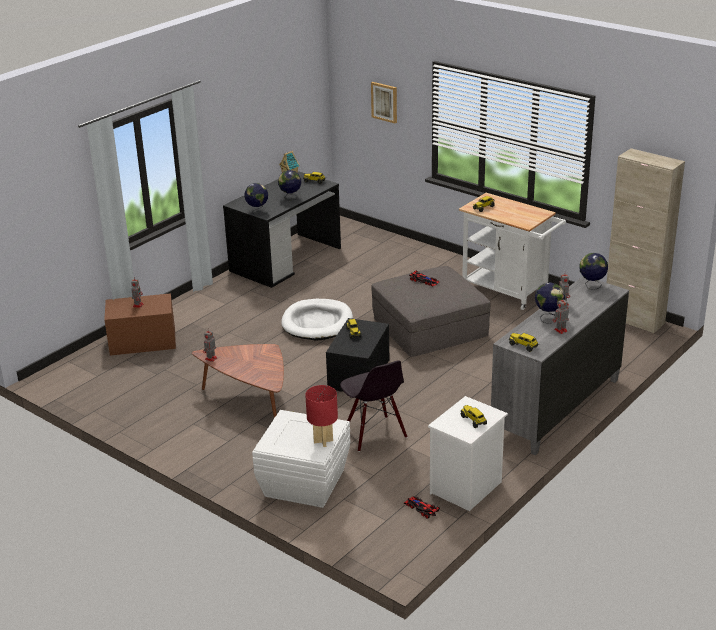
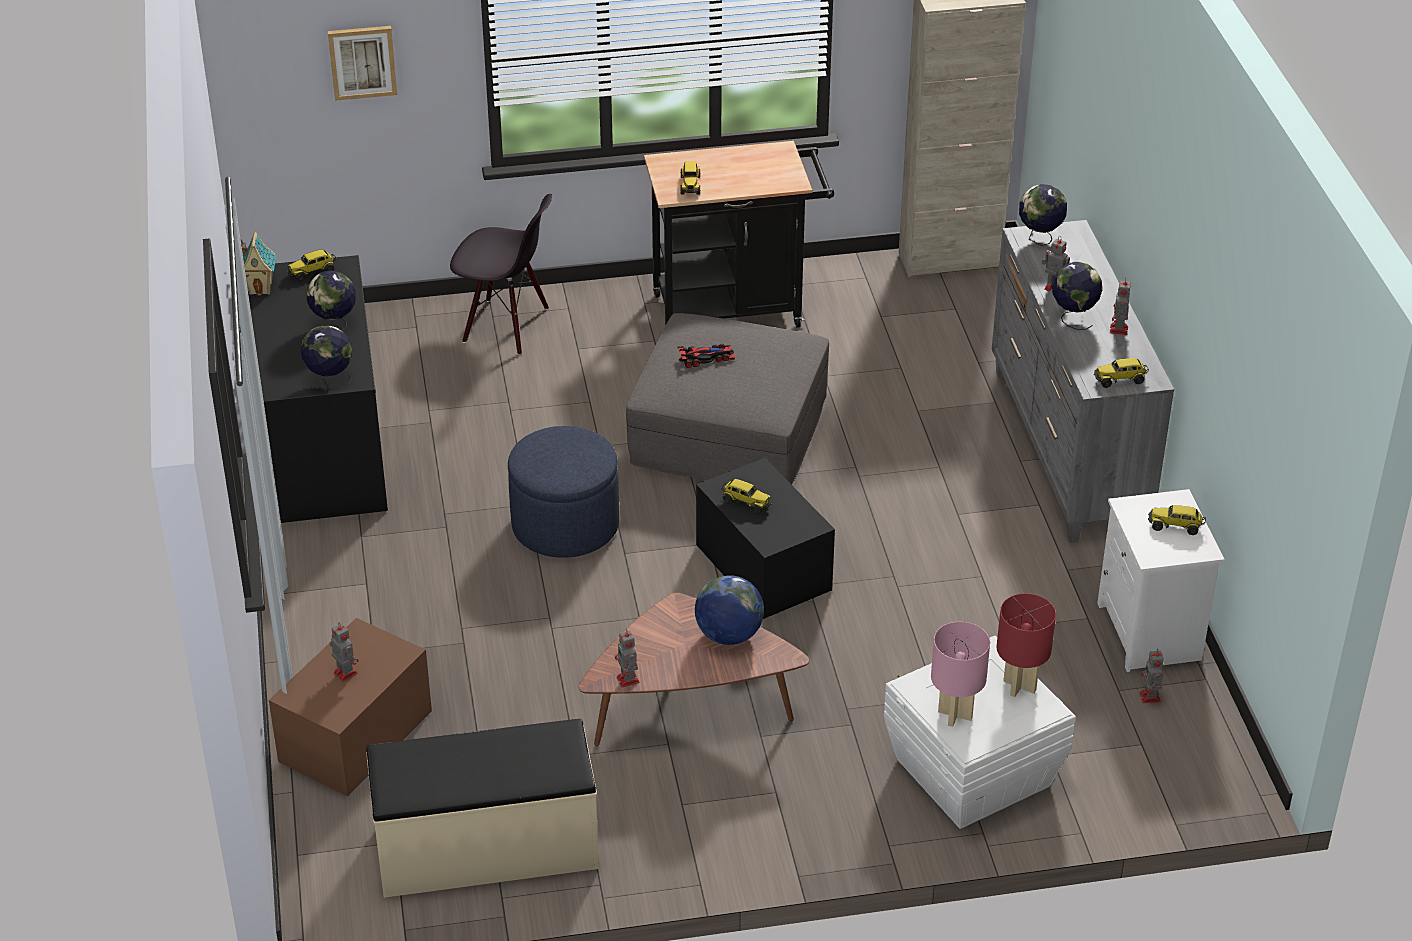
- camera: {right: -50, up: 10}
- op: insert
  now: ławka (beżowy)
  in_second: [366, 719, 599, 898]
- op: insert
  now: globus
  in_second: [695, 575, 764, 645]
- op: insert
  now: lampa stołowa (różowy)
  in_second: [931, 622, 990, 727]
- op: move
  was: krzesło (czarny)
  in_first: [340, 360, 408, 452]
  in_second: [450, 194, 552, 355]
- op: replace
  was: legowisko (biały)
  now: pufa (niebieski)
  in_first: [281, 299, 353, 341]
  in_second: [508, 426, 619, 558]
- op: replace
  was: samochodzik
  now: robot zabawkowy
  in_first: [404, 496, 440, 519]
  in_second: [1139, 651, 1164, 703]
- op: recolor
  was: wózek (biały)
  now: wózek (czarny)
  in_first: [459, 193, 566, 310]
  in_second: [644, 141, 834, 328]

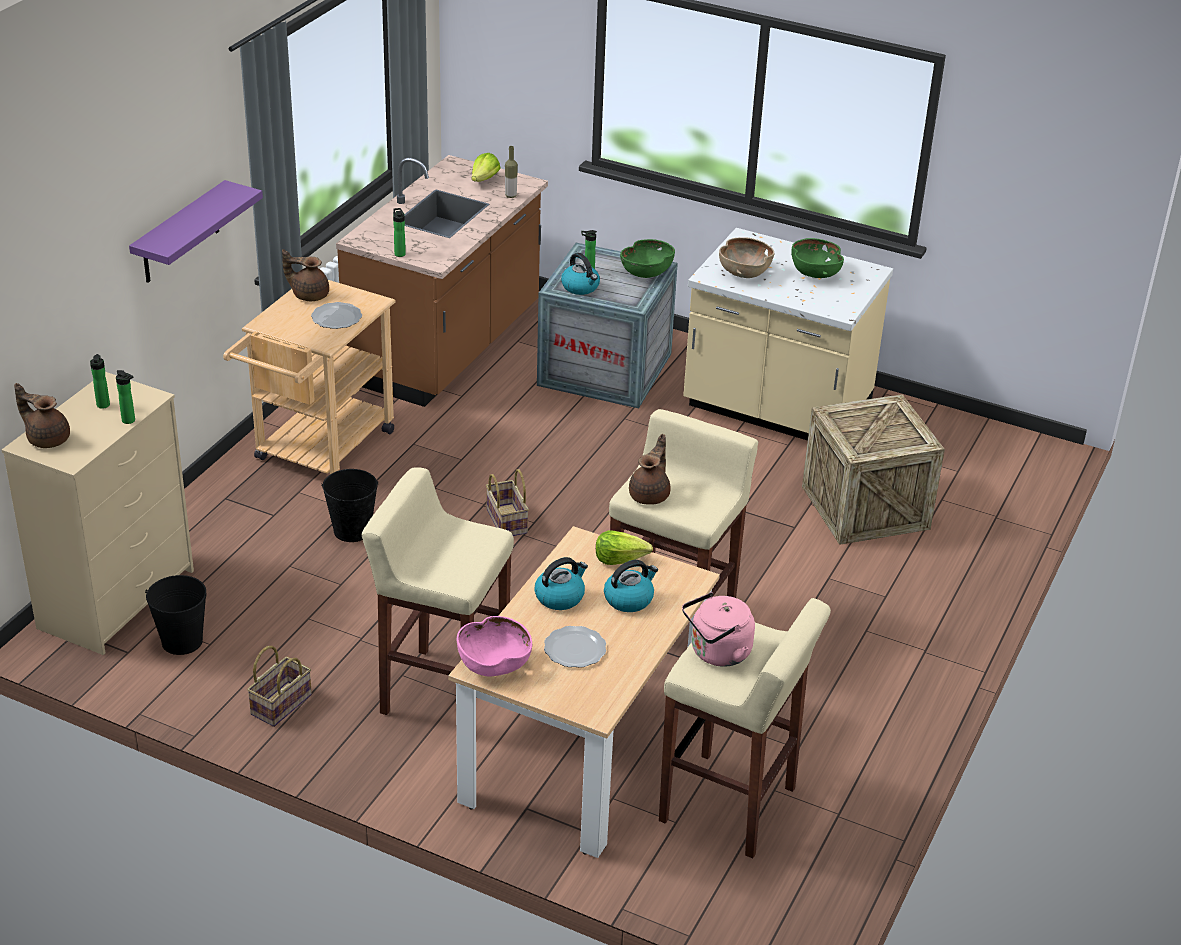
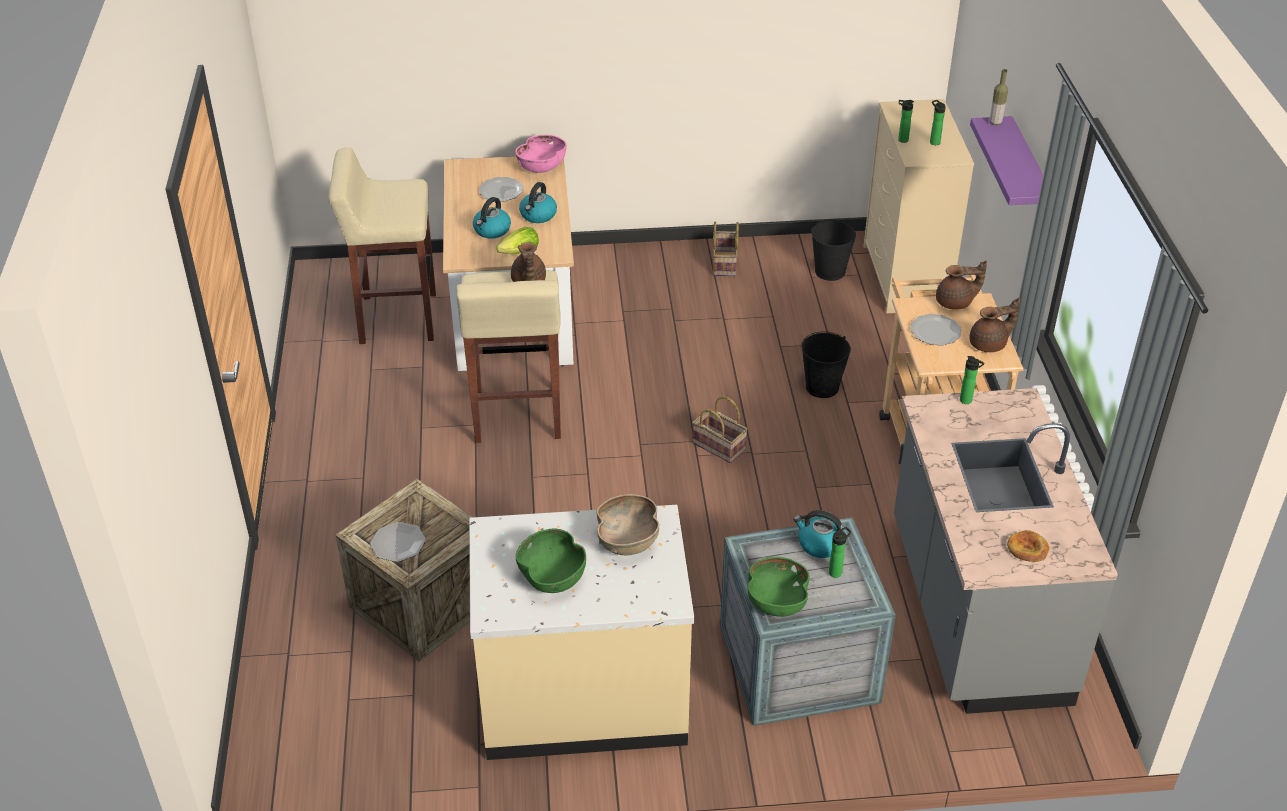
- camera: {right: 150, up: 5}
- op: delete
  was: stołek (beżowy)
  in_first: [362, 468, 514, 715]
- op: delete
  was: czajnik (różowy)
  in_first: [682, 592, 755, 667]
- op: insert
  now: talerz
  in_second: [370, 522, 426, 562]
- op: move
  was: imbryk (brązowy)
  in_first: [14, 383, 70, 448]
  in_second: [936, 261, 987, 310]
- op: move
  was: butelka
  in_first: [505, 146, 518, 198]
  in_second: [990, 69, 1008, 125]
- op: replace
  was: sałata
  now: chleb
  in_first: [471, 153, 501, 182]
  in_second: [1007, 530, 1050, 562]
- op: recolor
  was: zabudowa kuchenna (brązowy)
  now: zabudowa kuchenna (szary)
  in_first: [336, 155, 548, 407]
  in_second: [894, 388, 1118, 714]

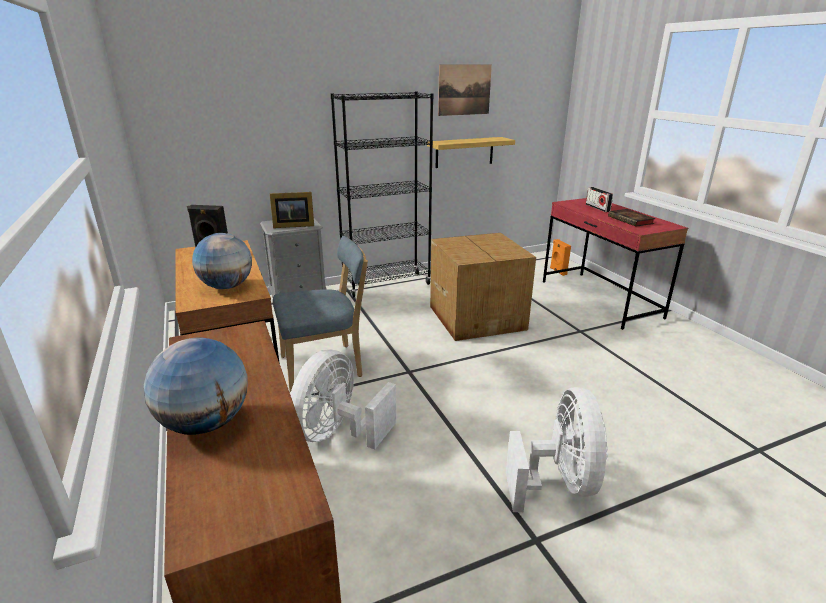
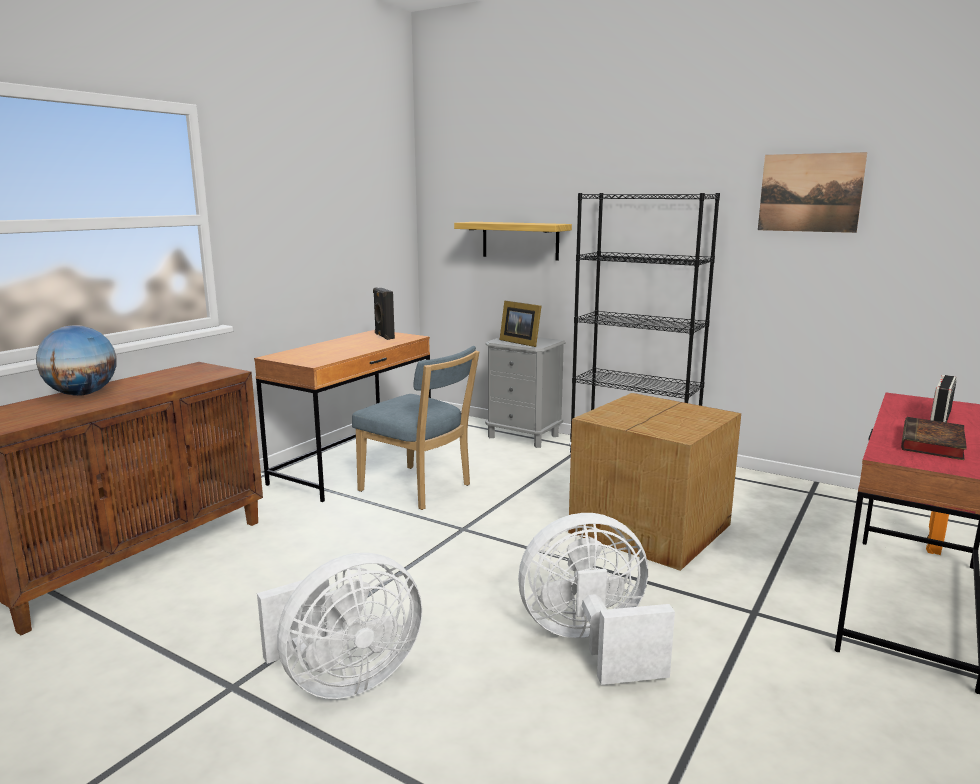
- camera: {right: 55, up: -10}
- op: delete
  was: globus
  in_first: [192, 233, 252, 289]
- op: move
  was: wentylator (biały)
  in_first: [290, 350, 397, 449]
  in_second: [518, 513, 675, 685]
- op: move
  was: półka
  in_first: [427, 137, 515, 168]
  in_second: [454, 222, 572, 261]

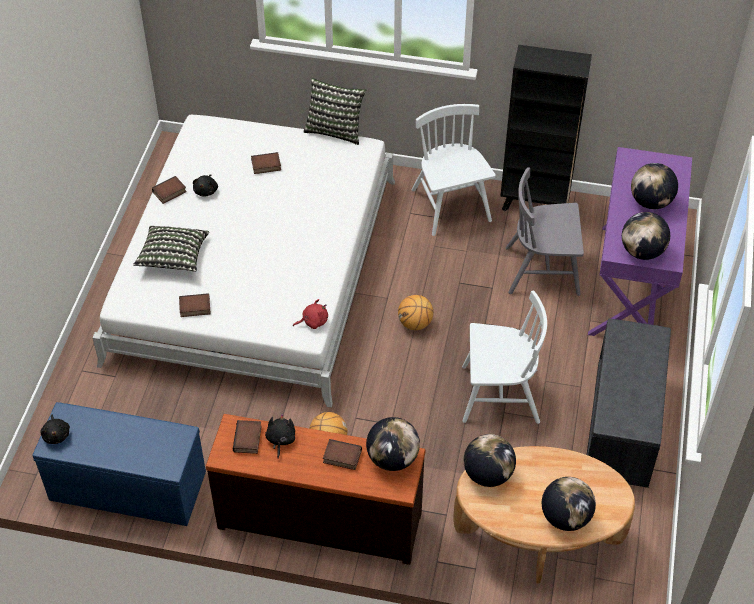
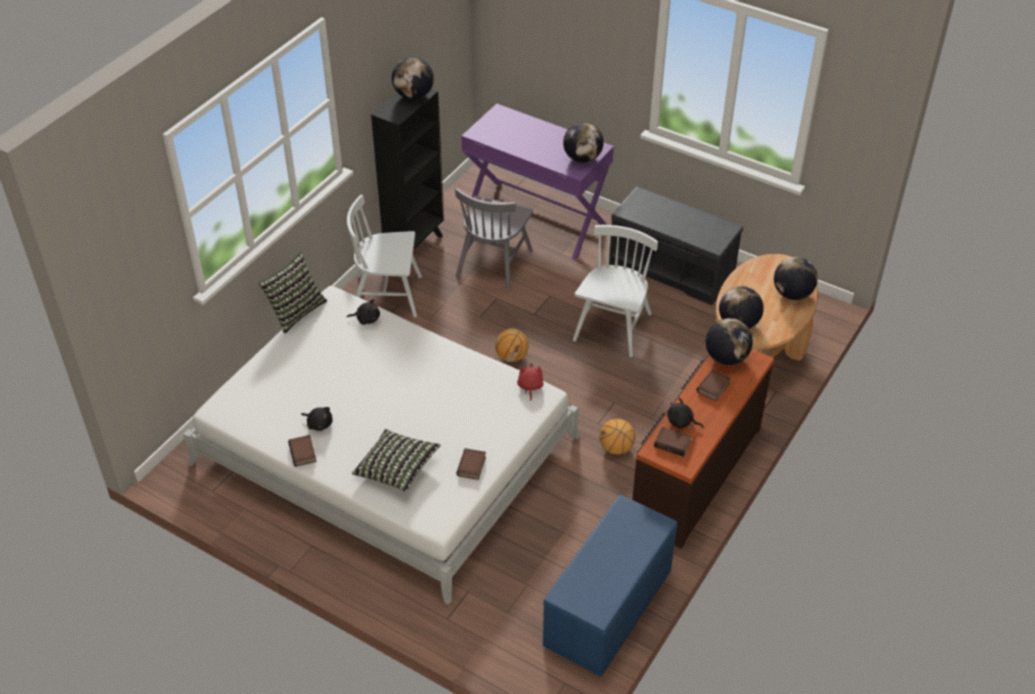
- camera: {right: -70, up: -5}
- op: delete
  was: książka
  in_first: [251, 152, 281, 174]
- op: move
  was: pluszak (czarny)
  in_first: [40, 415, 70, 444]
  in_second: [347, 299, 380, 325]
- op: move
  was: globus
  in_first: [631, 163, 678, 209]
  in_second: [392, 57, 434, 100]

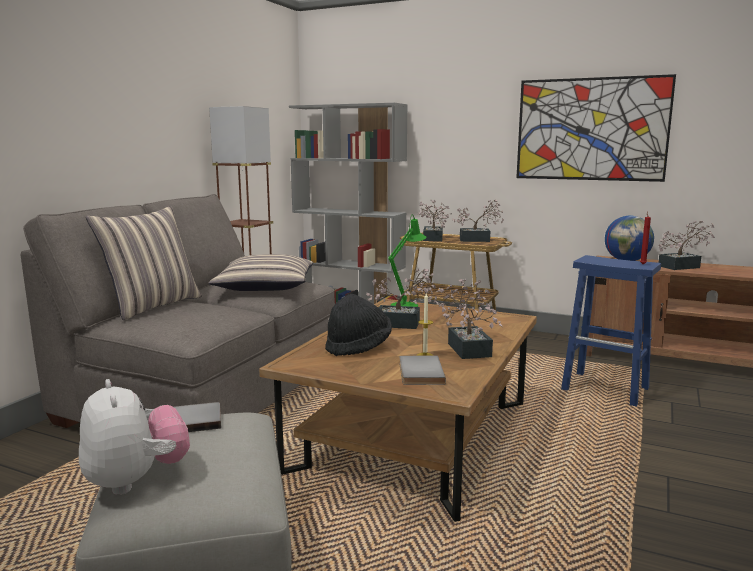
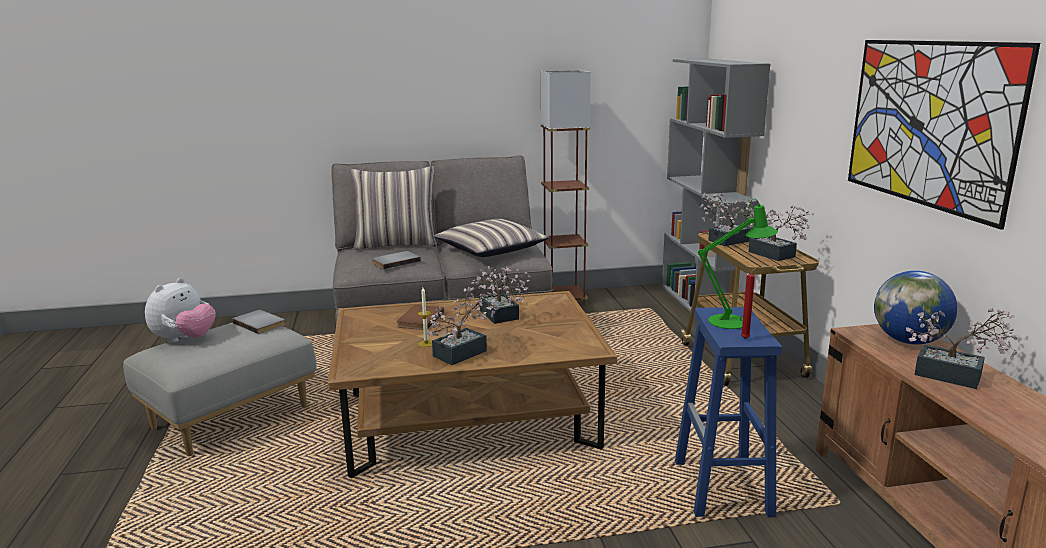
- camera: {right: 55, up: 5}
- op: move
  was: lampa stołowa (zielony)
  in_first: [388, 215, 427, 307]
  in_second: [698, 199, 778, 329]
- op: move
  was: książka (szary)
  in_first: [399, 355, 446, 385]
  in_second: [372, 251, 421, 269]
- op: replace
  was: kapelusz (czarny)
  now: książka (brązowy)
  in_first: [325, 294, 392, 356]
  in_second: [397, 305, 444, 330]

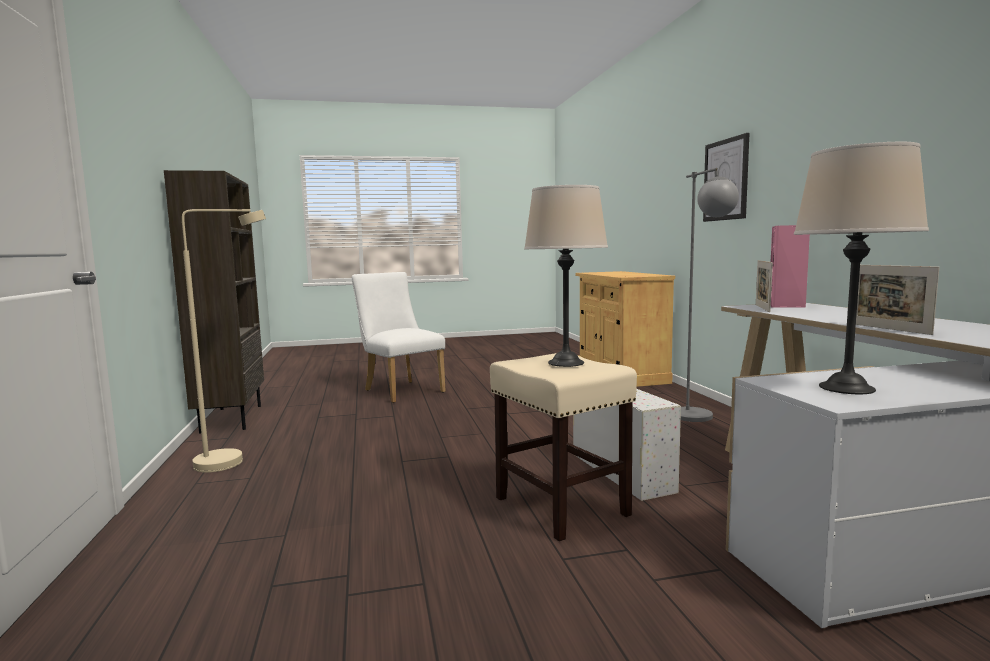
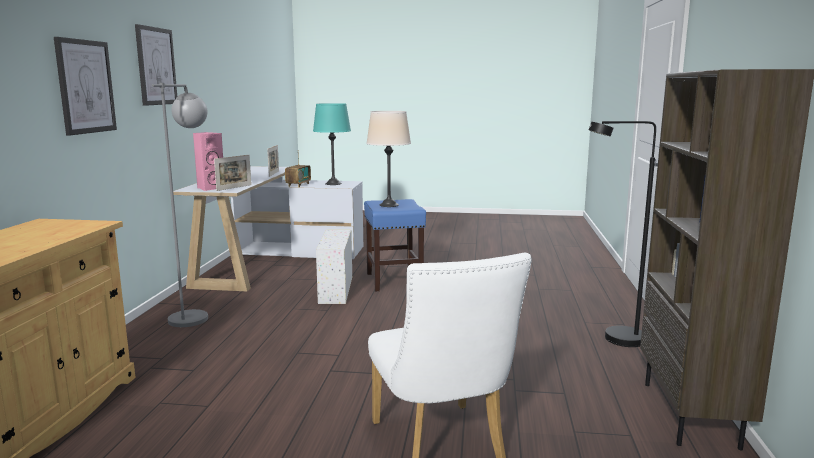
- camera: {right: -160, up: 5}
- op: insert
  now: obraz
  in_second: [135, 24, 177, 106]
- op: insert
  now: radio
  in_second: [285, 155, 311, 187]
- op: recolor
  was: lampa stojąca (beżowy)
  now: lampa stojąca (czarny)
  in_first: [182, 209, 266, 472]
  in_second: [589, 121, 656, 347]
- op: recolor
  was: stołek (beżowy)
  now: stołek (niebieski)
  in_first: [490, 353, 637, 541]
  in_second: [364, 199, 426, 291]
- op: recolor
  was: lampa stołowa (beżowy)
  now: lampa stołowa (turkusowy)
  in_first: [794, 142, 929, 394]
  in_second: [313, 103, 351, 185]

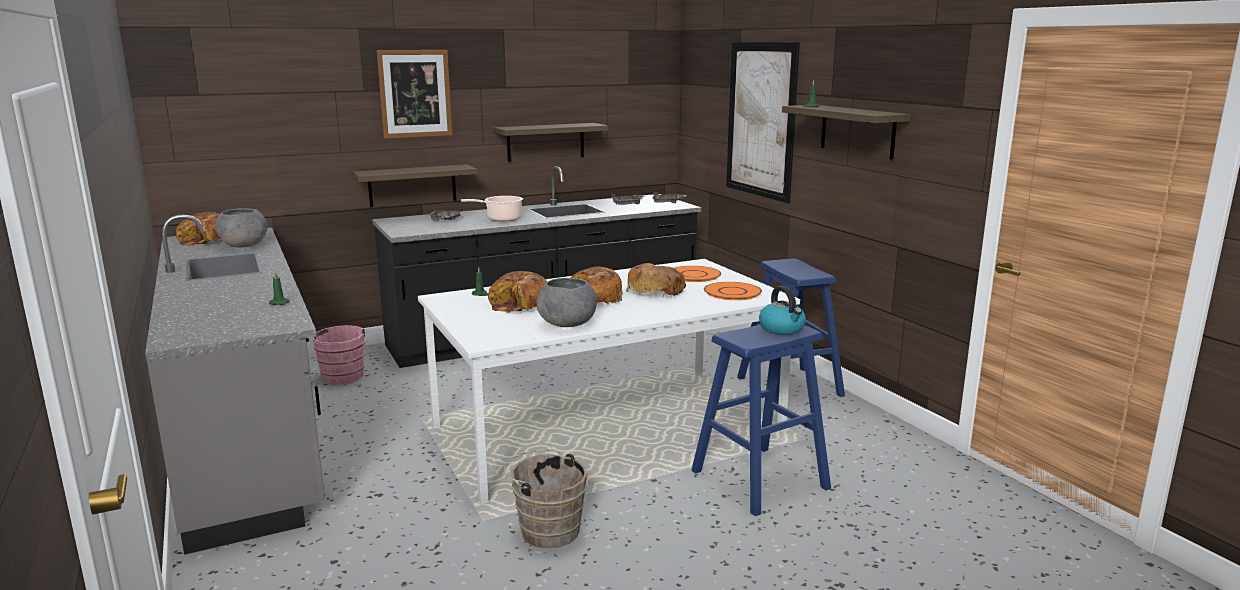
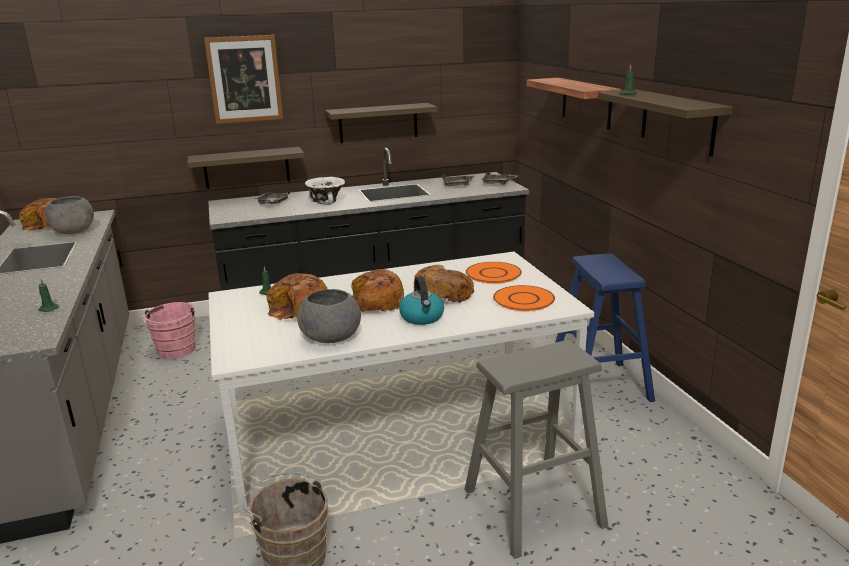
- camera: {right: 10, up: 5}
- op: move
  was: czajnik
  in_first: [759, 286, 806, 335]
  in_second: [399, 276, 444, 325]
- op: replace
  was: garnek
  now: miska (biały)
  in_first: [461, 196, 523, 222]
  in_second: [305, 177, 345, 205]
- op: replace
  was: obraz
  now: półka
  in_first: [726, 42, 800, 203]
  in_second: [527, 78, 621, 130]
- op: recolor
  was: stołek (niebieski)
  now: stołek (szary)
  in_first: [692, 325, 831, 516]
  in_second: [465, 340, 609, 559]

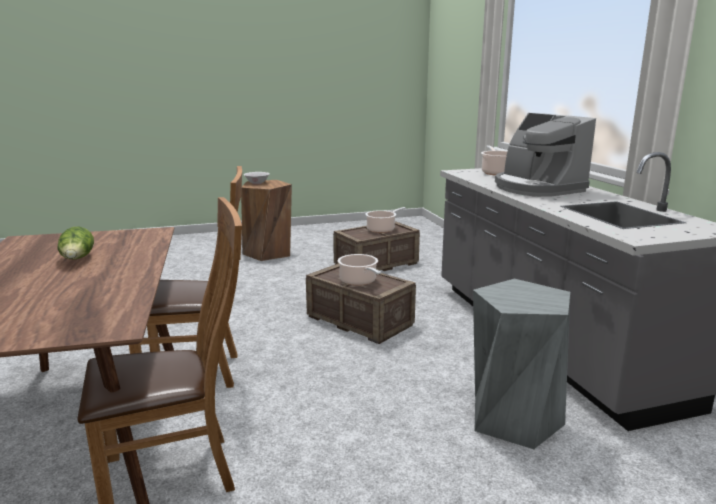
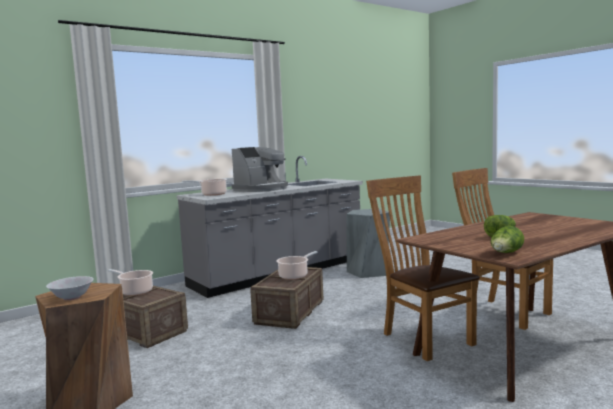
- camera: {right: -110, up: -10}
- op: insert
  now: sałata
  in_second: [490, 226, 524, 253]

